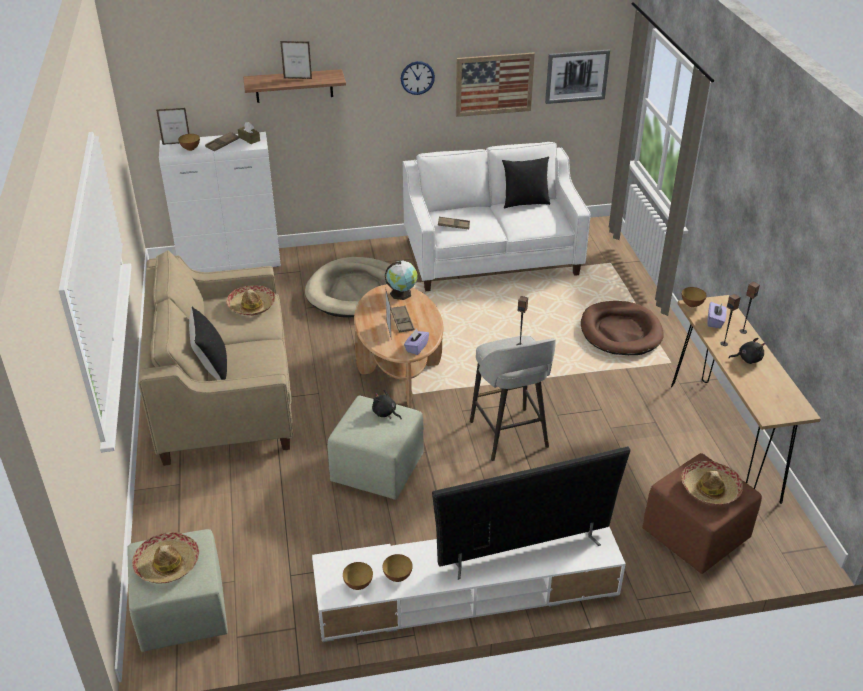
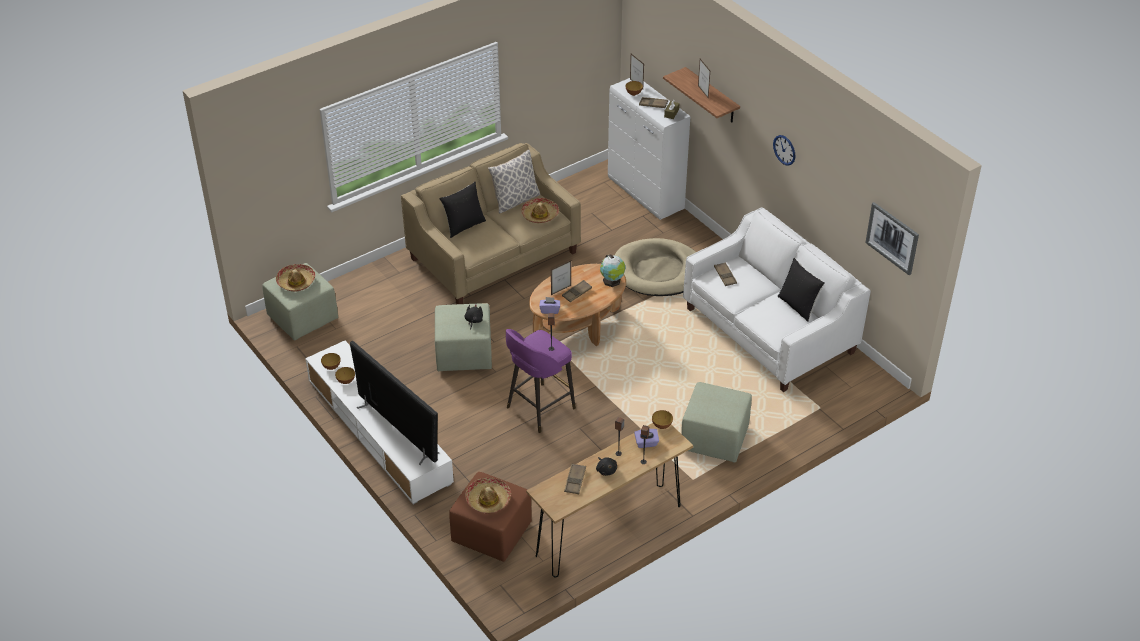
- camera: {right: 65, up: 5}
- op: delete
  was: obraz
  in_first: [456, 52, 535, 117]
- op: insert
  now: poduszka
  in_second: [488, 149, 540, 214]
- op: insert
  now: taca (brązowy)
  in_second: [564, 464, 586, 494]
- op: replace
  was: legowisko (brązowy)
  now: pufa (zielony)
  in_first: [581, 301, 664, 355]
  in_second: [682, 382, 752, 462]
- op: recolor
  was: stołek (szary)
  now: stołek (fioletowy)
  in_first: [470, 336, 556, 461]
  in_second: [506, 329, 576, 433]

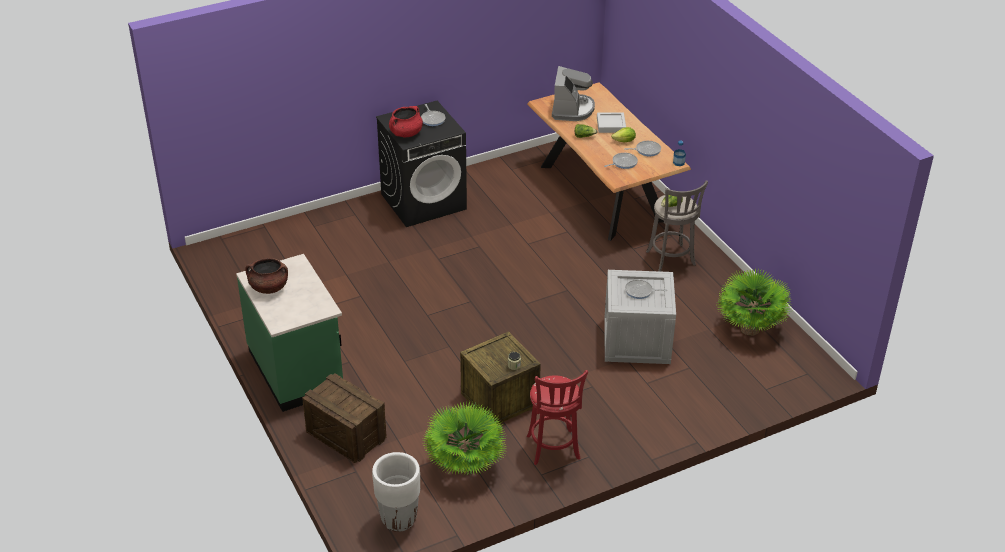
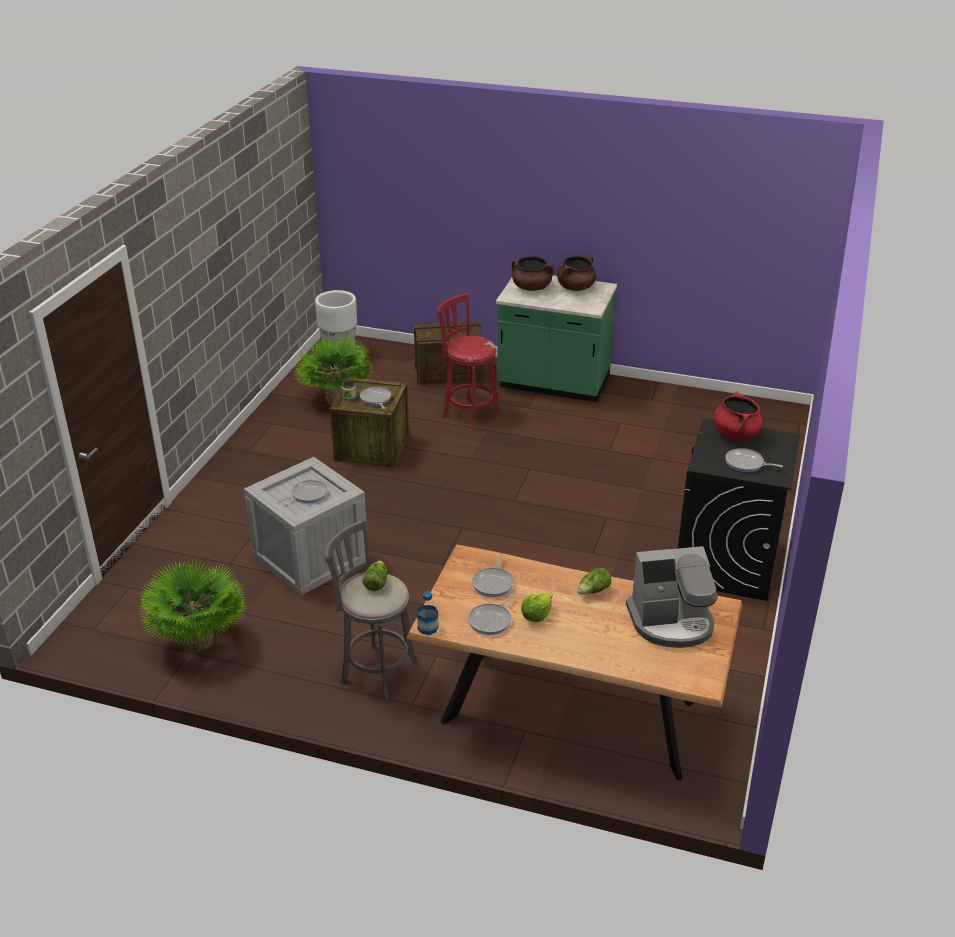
- camera: {right: 135, up: -5}
- op: delete
  was: taca (szary)
  in_first: [597, 112, 626, 133]
- op: insert
  now: patelnia
  in_second: [360, 387, 391, 410]
- op: insert
  now: garnek (brązowy)
  in_second: [512, 256, 554, 291]
- op: move
  was: stołek (czerwony)
  in_first: [527, 370, 588, 465]
  in_second: [437, 293, 500, 430]
- op: rotate
  was: ekspres do kawy
  in_first: [552, 66, 595, 121]
  in_second: [626, 546, 718, 648]
  clockwise: -60

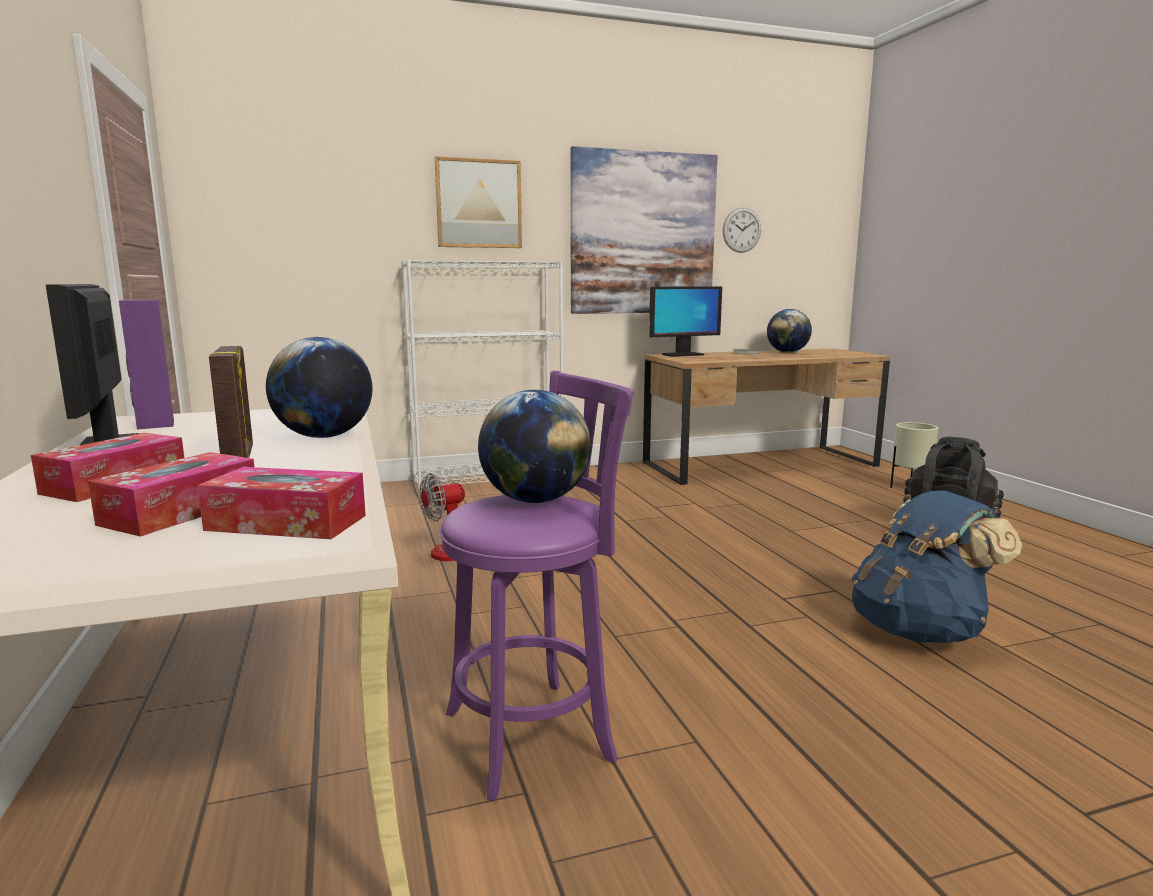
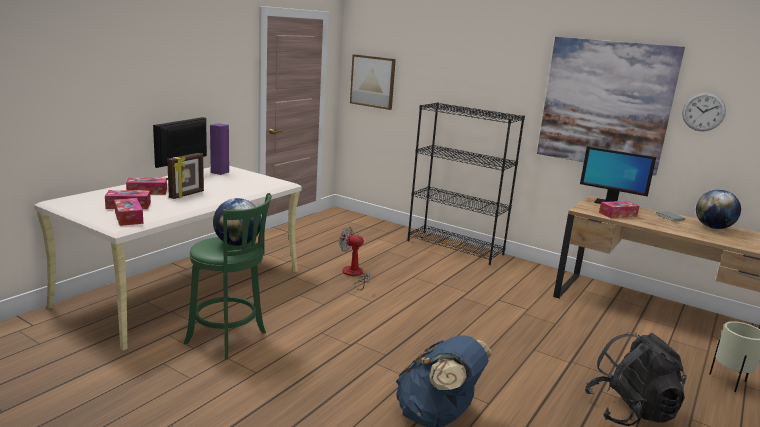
- camera: {right: 50, up: 5}
- op: delete
  was: globus
  in_first: [266, 337, 372, 438]
- op: insert
  now: pudełko chusteczek
  in_second: [599, 201, 639, 218]
- op: move
  was: obraz
  in_first: [435, 156, 522, 248]
  in_second: [350, 54, 396, 110]
- op: recolor
  was: regał (biały)
  now: regał (czarny)
  in_first: [401, 260, 563, 496]
  in_second: [408, 102, 525, 265]
- op: recolor
  was: stołek (fioletowy)
  now: stołek (zielony)
  in_first: [440, 371, 634, 801]
  in_second: [184, 193, 271, 359]

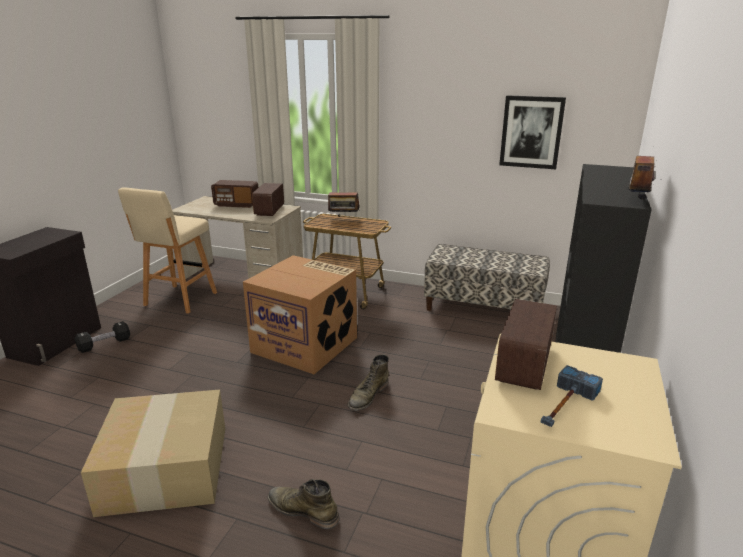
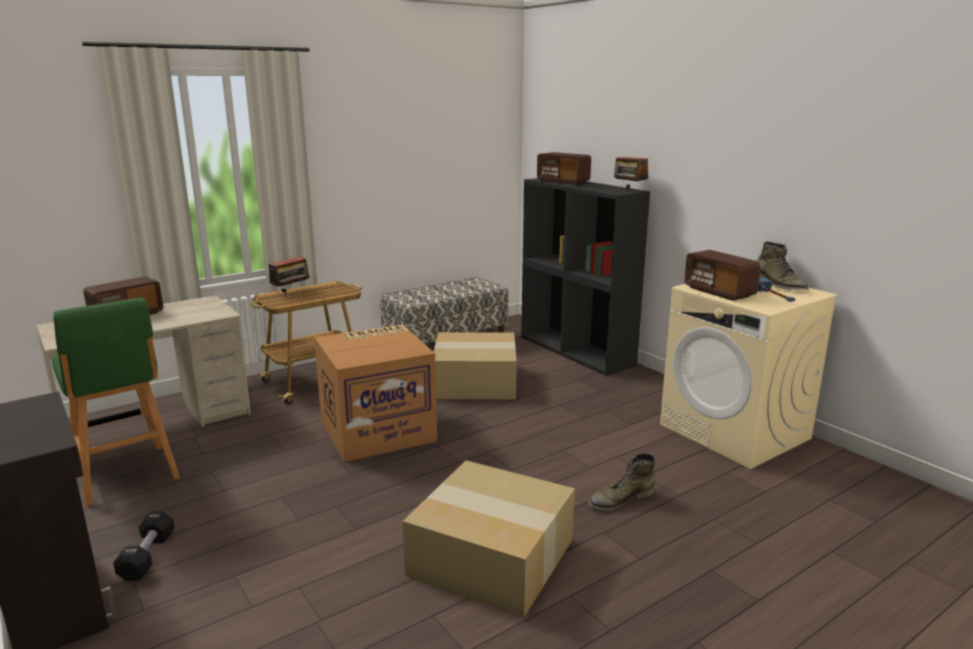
- camera: {right: -55, up: -5}
- op: delete
  was: obraz
  in_first: [499, 95, 566, 169]
- op: insert
  now: karton
  in_second: [434, 332, 517, 399]
- op: move
  was: radio
  in_first: [252, 183, 284, 216]
  in_second: [537, 152, 591, 185]
- op: move
  was: but z cholewką (zielony)
  in_first: [347, 355, 389, 411]
  in_second: [757, 241, 808, 290]
- op: recolor
  was: stołek (beżowy)
  now: stołek (zielony)
  in_first: [118, 187, 217, 314]
  in_second: [52, 298, 180, 506]

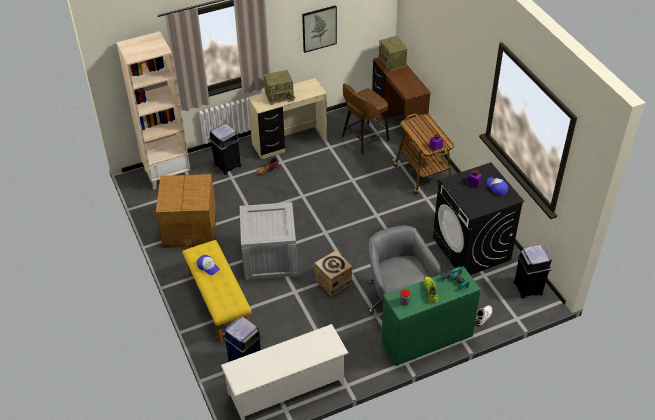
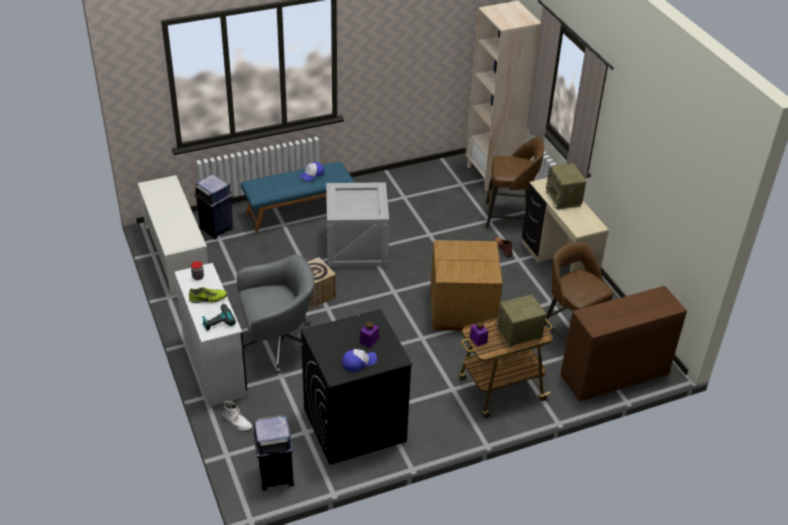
- camera: {right: 90, up: -5}
- op: delete
  was: obraz
  in_first: [302, 5, 337, 53]
- op: move
  was: karton
  in_first: [156, 174, 216, 248]
  in_second: [430, 240, 503, 331]
- op: move
  was: radio
  in_first: [379, 36, 408, 71]
  in_second: [495, 294, 546, 347]
- op: replace
  was: kosz na śmieci (czarny)
  now: stołek (brązowy)
  in_first: [209, 123, 241, 175]
  in_second: [486, 137, 544, 229]
- op: recolor
  was: ławka (żółty)
  now: ławka (niebieski)
  in_first: [182, 240, 252, 343]
  in_second: [241, 162, 355, 233]
- op: recolor
  was: biurko (zielony)
  now: biurko (biały)
  in_first: [381, 266, 481, 366]
  in_second: [174, 263, 247, 407]

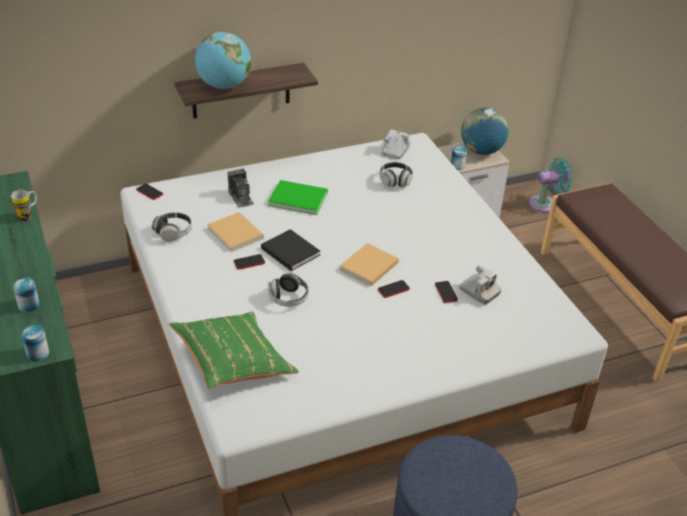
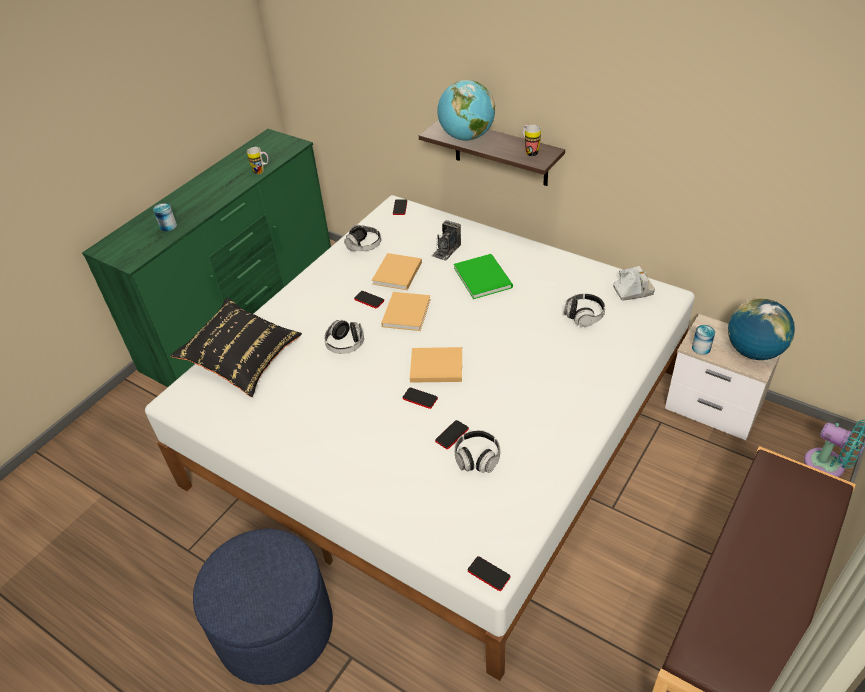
- camera: {right: 60, up: 5}
- op: delete
  was: puszka
  in_first: [21, 325, 49, 361]
- op: insert
  now: telefon
  in_second: [468, 556, 510, 591]
- op: insert
  now: kubek
  in_second: [523, 125, 541, 157]
- op: replace
  was: aparat fotograficzny
  now: słuchawki
  in_first: [459, 265, 502, 305]
  in_second: [454, 430, 500, 473]
- op: recolor
  was: poduszka (zielony)
  now: poduszka (czarny)
  in_first: [169, 312, 299, 389]
  in_second: [171, 298, 302, 397]
- op: recolor
  was: książka (czarny)
  now: książka (beżowy)
  in_first: [261, 229, 320, 271]
  in_second: [381, 292, 431, 331]

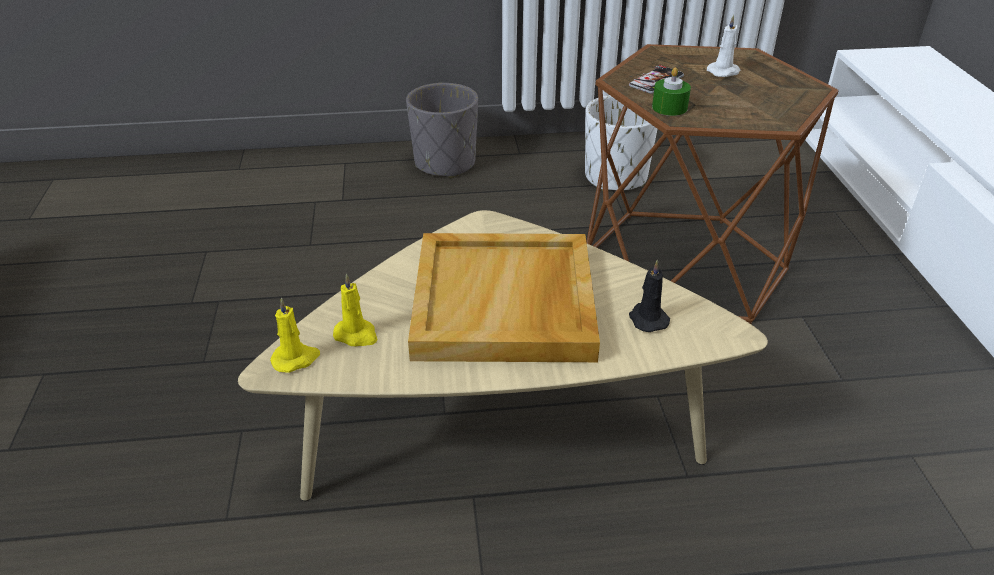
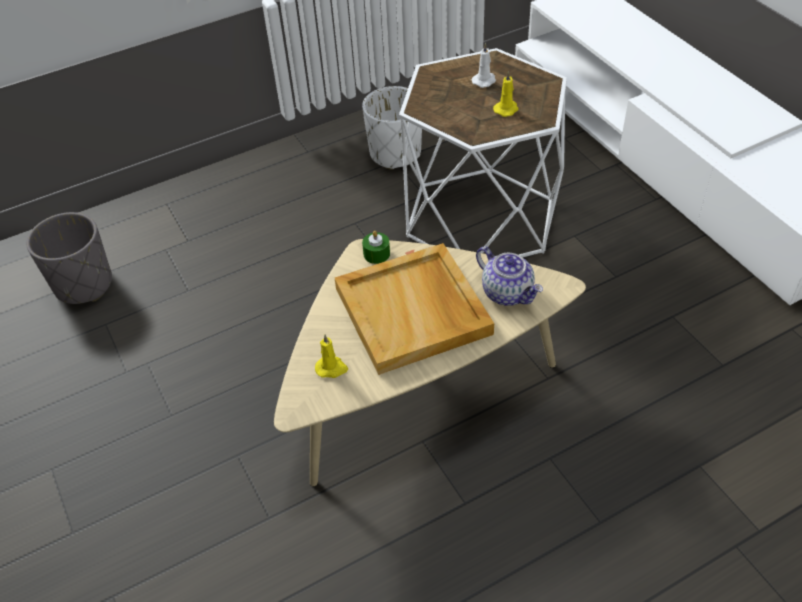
- camera: {right: -20, up: 10}
- op: delete
  was: telefon
  in_first: [629, 65, 684, 94]
- op: move
  was: świeca (żółty)
  in_first: [270, 298, 320, 373]
  in_second: [493, 71, 519, 117]
- op: move
  was: donica (szary)
  in_first: [406, 83, 478, 178]
  in_second: [26, 212, 112, 304]
- op: move
  was: świeca (zielony)
  in_first: [652, 67, 691, 116]
  in_second: [362, 231, 390, 264]
- op: replace
  was: świeca (czarny)
  now: imbryk
  in_first: [629, 259, 670, 332]
  in_second: [476, 246, 543, 306]
- op: recolor
  was: stolik (brązowy)
  now: stolik (biały)
  in_first: [586, 44, 839, 324]
  in_second: [399, 48, 567, 258]

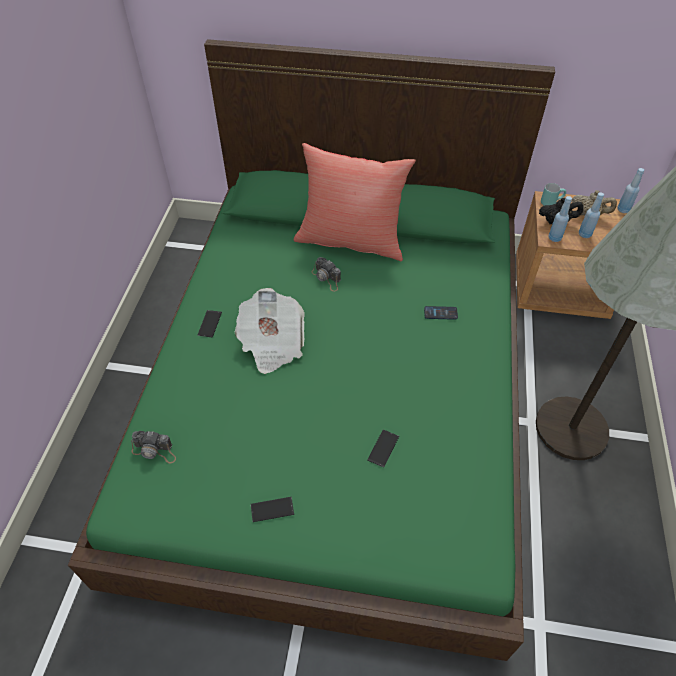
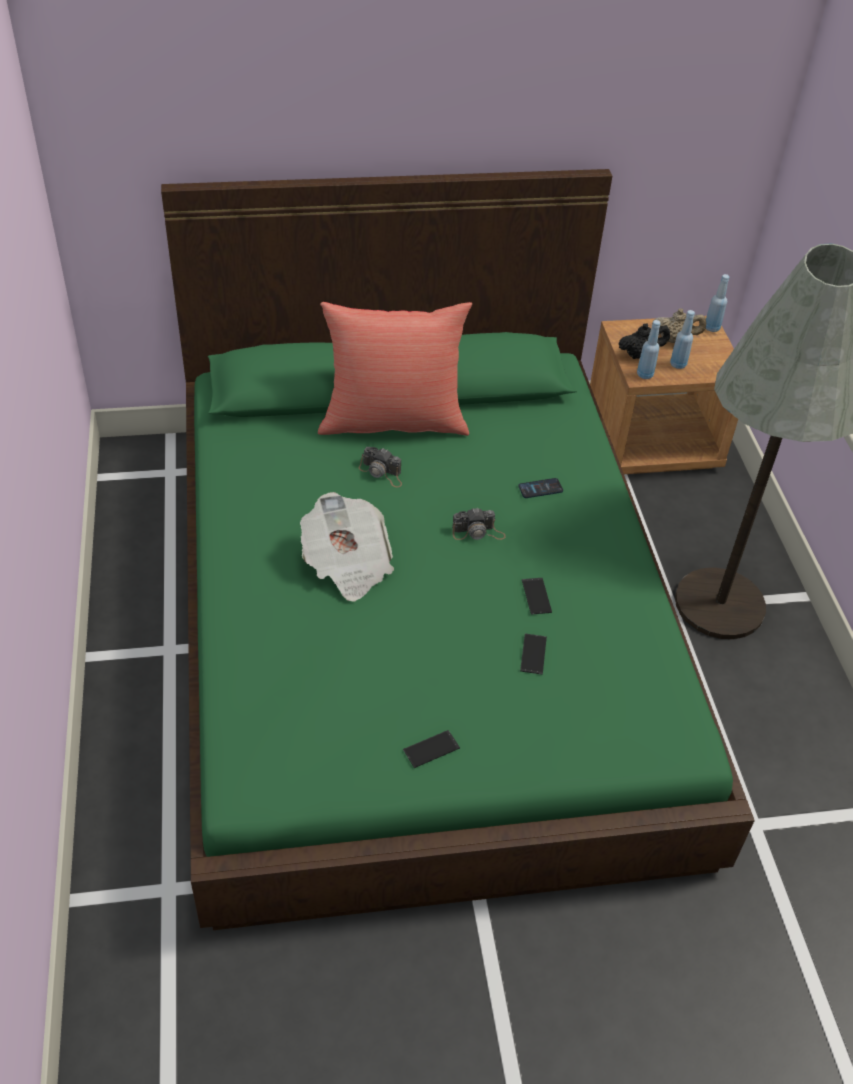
- camera: {right: -20, up: -5}
- op: delete
  was: kubek (turkusowy)
  in_first: [541, 183, 566, 206]
- op: move
  was: aparat fotograficzny
  in_first: [131, 431, 176, 463]
  in_second: [452, 508, 506, 540]
- op: move
  was: telefon
  in_first: [197, 310, 222, 338]
  in_second: [522, 578, 552, 615]

